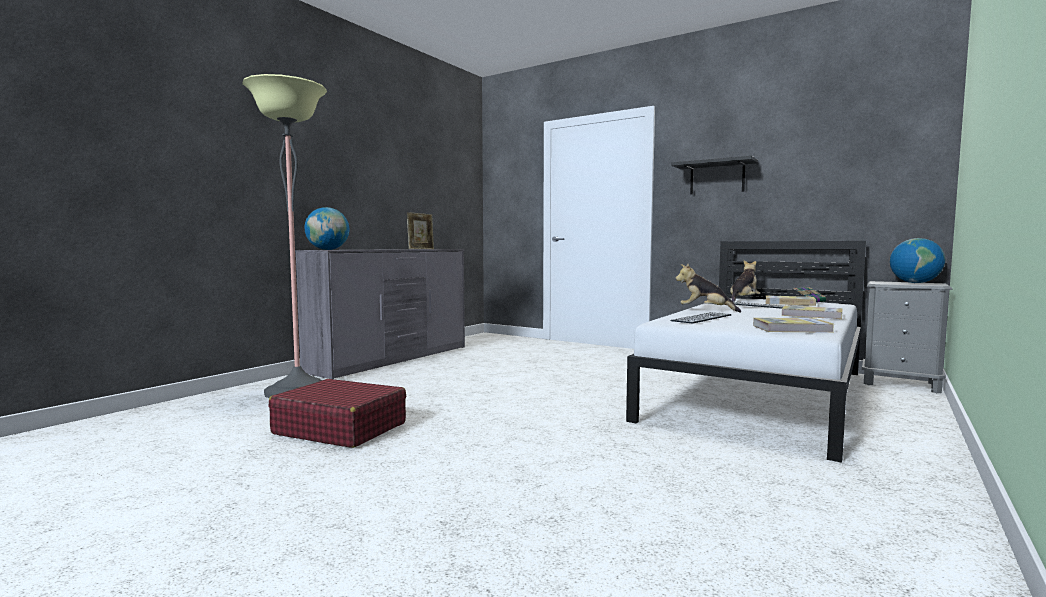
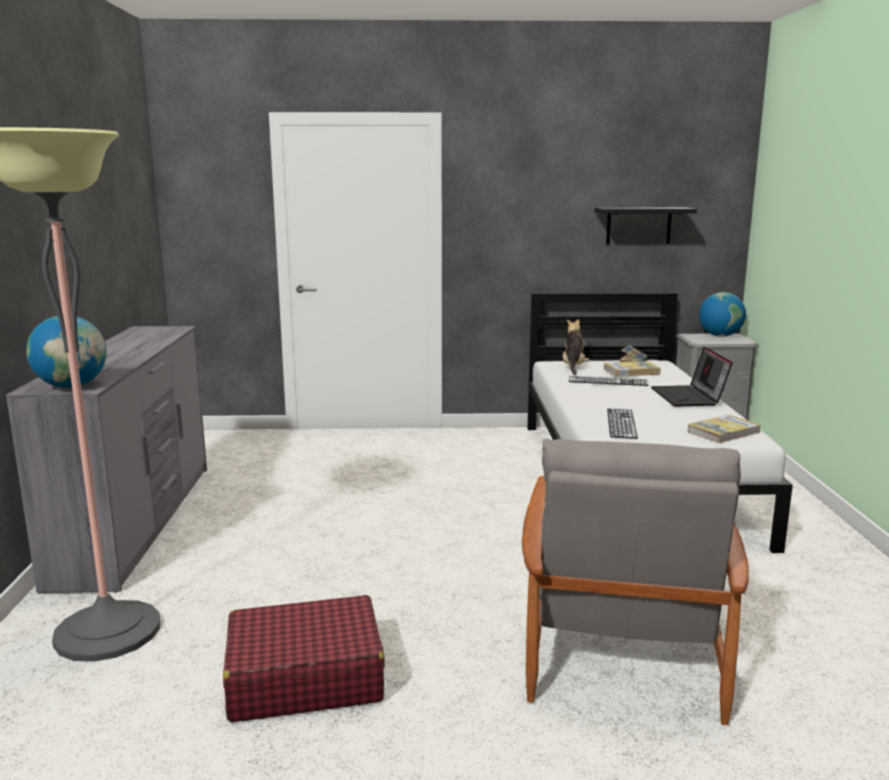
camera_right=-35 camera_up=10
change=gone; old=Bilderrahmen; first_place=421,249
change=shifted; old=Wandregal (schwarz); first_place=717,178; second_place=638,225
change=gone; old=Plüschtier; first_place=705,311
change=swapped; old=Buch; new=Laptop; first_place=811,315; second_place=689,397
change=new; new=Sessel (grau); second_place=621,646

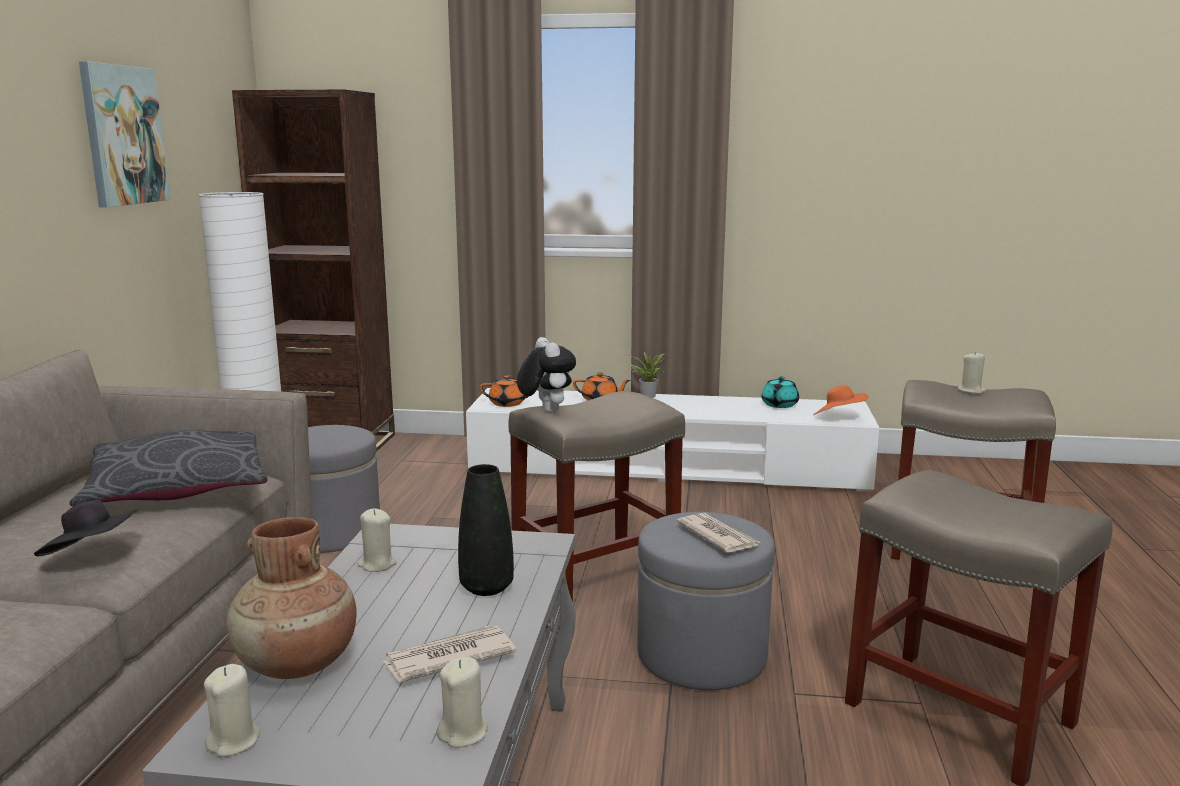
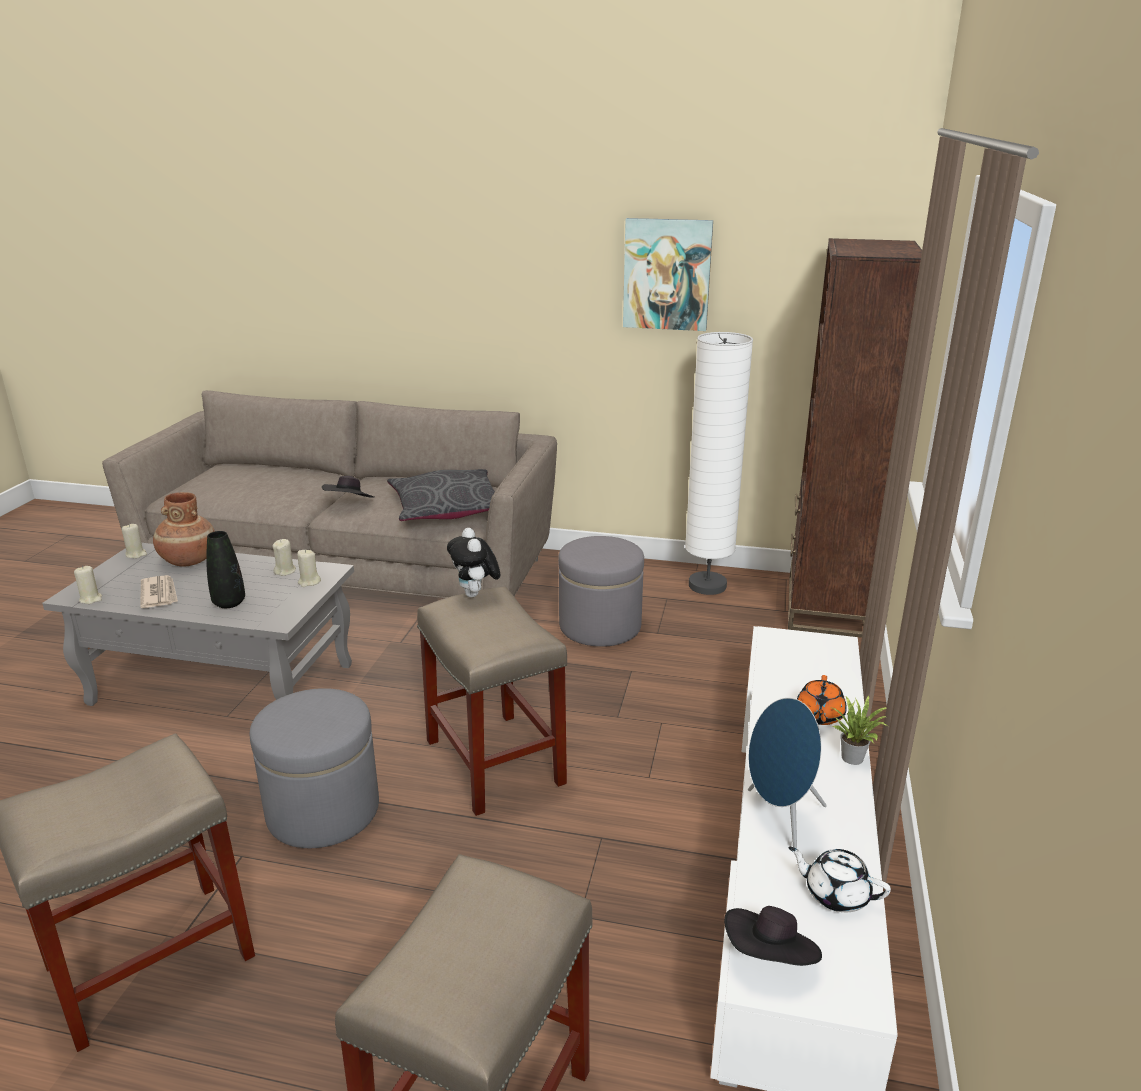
camera_right=95 camera_up=10
change=gone; old=Teekanne (orange); first_place=508,403
change=rotated; old=Plüschtier; first_place=545,411; second_place=475,595; degrees=90
change=gone; old=Zeitung; first_place=717,536
change=repainted; old=Teekanne (türkis); new=Teekanne (weiß); first_place=779,405; second_place=835,894
change=repainted; old=Hut (orange); new=Hut (schwarz); first_place=839,417; second_place=770,957
change=shifted; old=Kerze (beige); first_place=971,390; second_place=309,582
change=new; new=Lautsprecher (blau); second_place=780,818

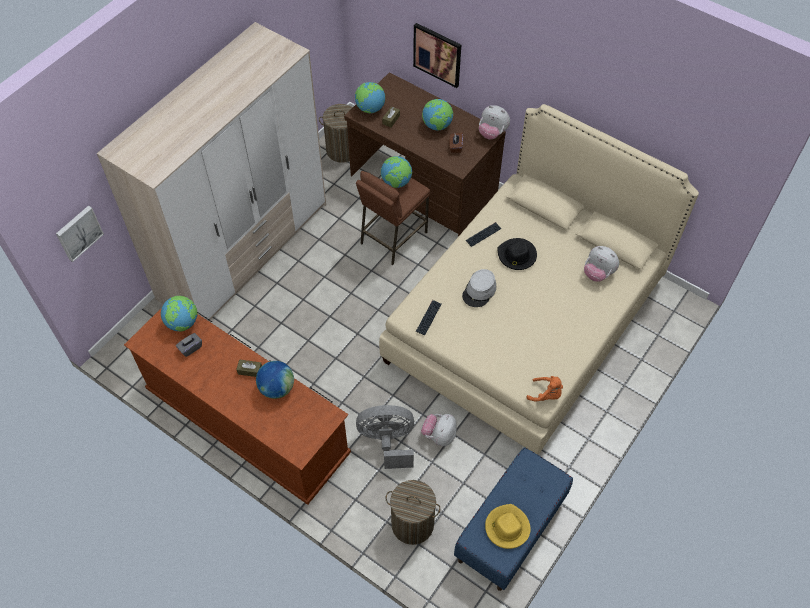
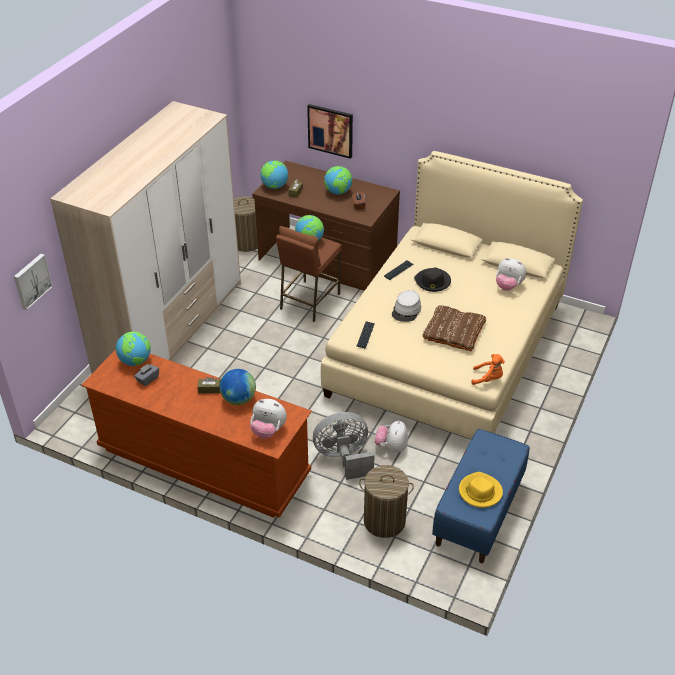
camera_right=-10 camera_up=-15
change=shifted; old=Plüschtier; first_place=492,133; second_place=268,430
change=new; new=Kissen (braun); second_place=454,332

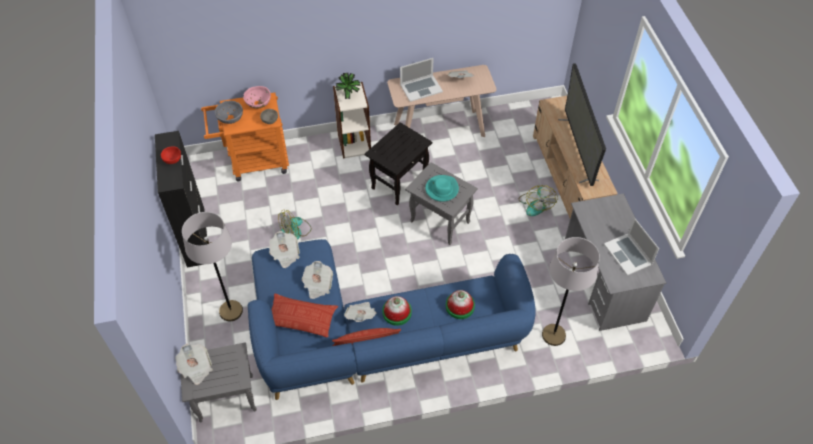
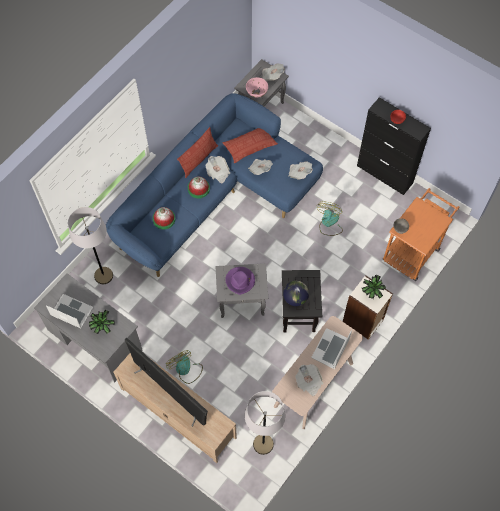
camera_right=140 camera_up=10
change=shifted; old=Stehlampe (grau); first_place=231,311; second_place=263,444
change=gone; old=Schüssel (grau); first_place=231,119
change=shifted; old=Schüssel (rosa); first_place=258,104; second_place=257,92
change=repainted; old=Hut (türkis); new=Hut (lila); first_place=441,189; second_place=240,281
change=new; new=Topfpflanze; second_place=102,327
change=new; new=Globus; second_place=295,298

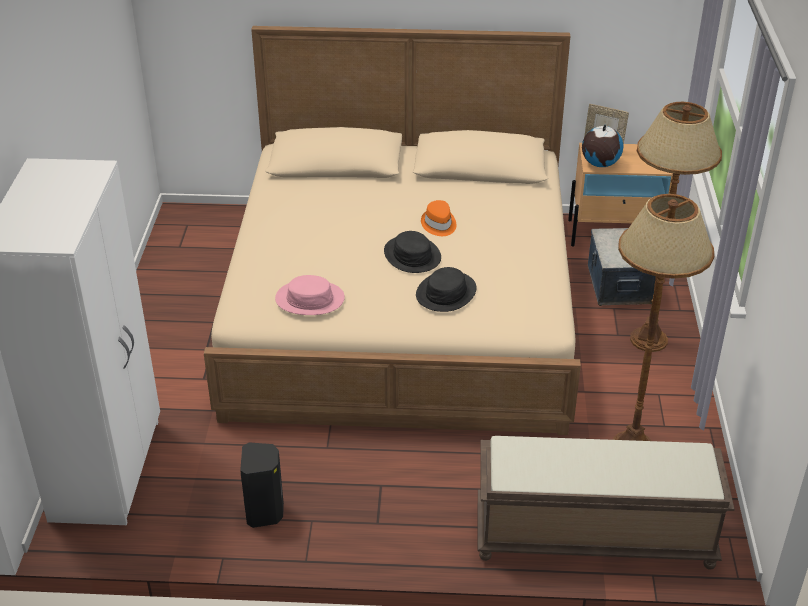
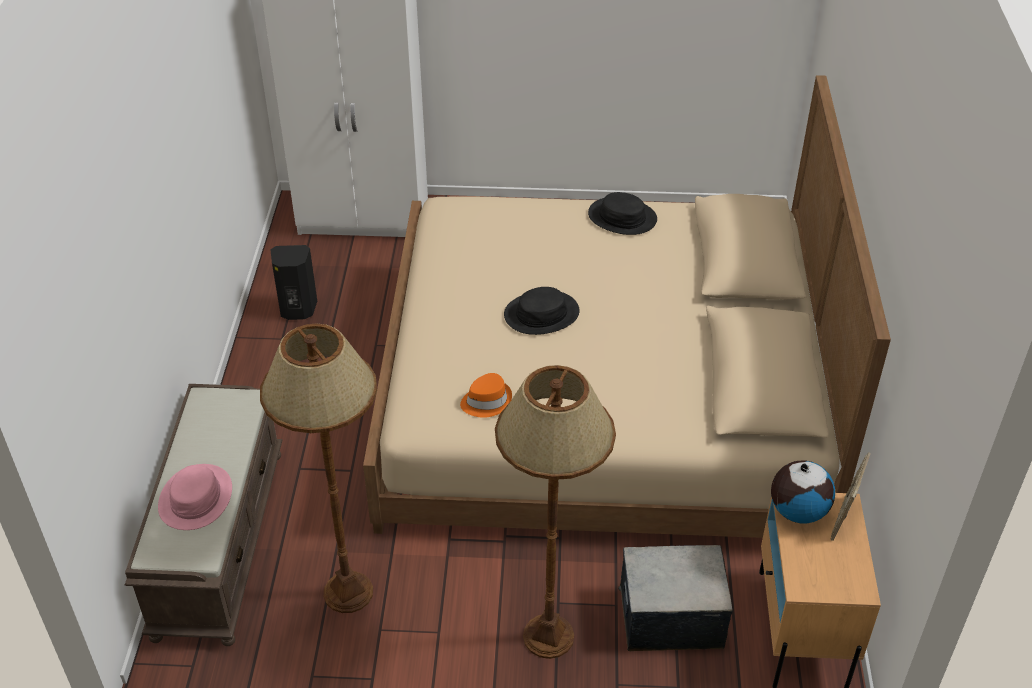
camera_right=90 camera_up=5
change=shifted; old=Hut (rosa); first_place=310,299; second_place=196,498
change=shifted; old=Hut (schwarz); first_place=446,293; second_place=622,217
change=shifted; old=Hut (orange); first_place=438,224; second_place=486,401

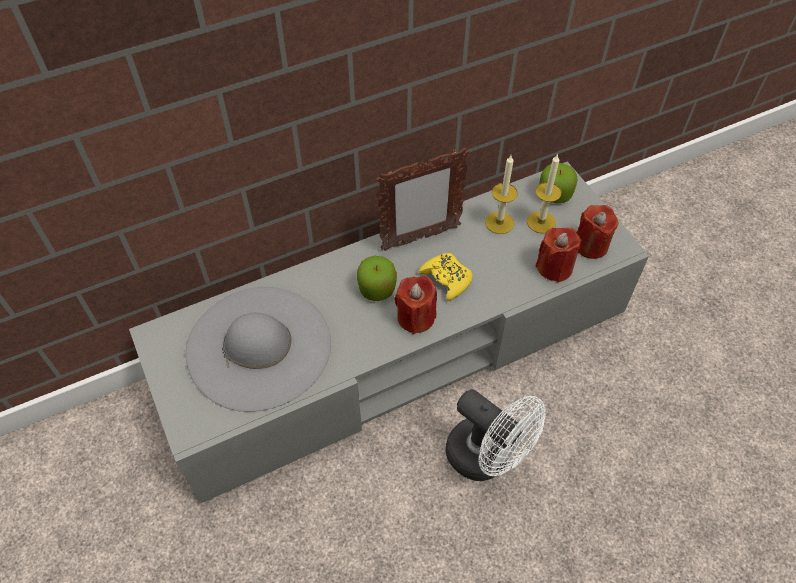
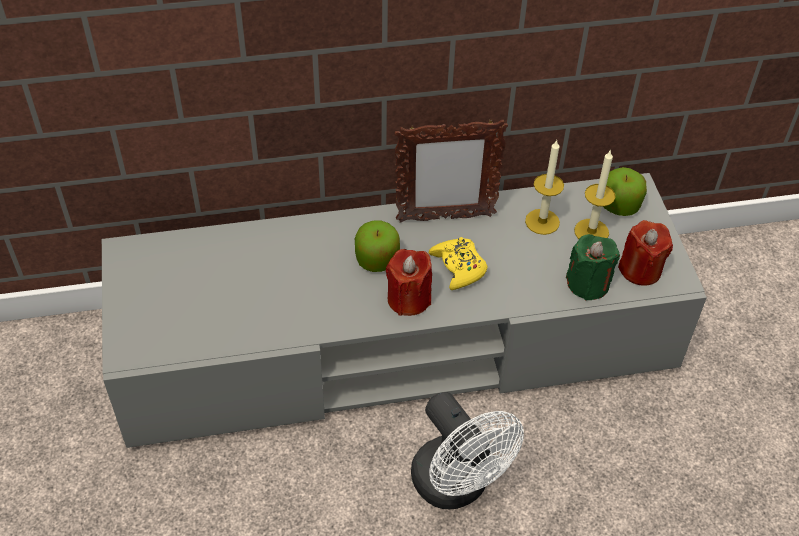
camera_right=15 camera_up=-5
change=gone; old=Hut (grau); first_place=259,346
change=repainted; old=Kerze (rot); new=Kerze (grün); first_place=554,267; second_place=588,283

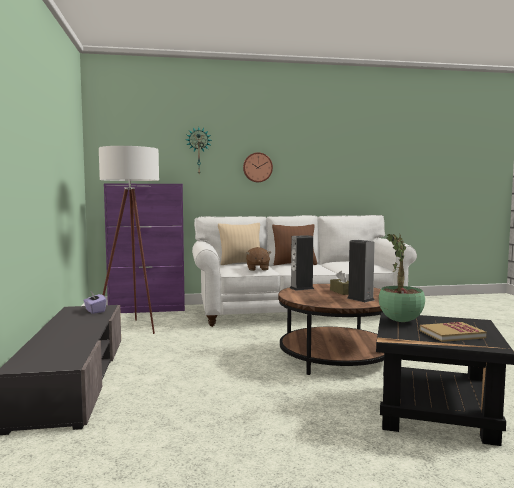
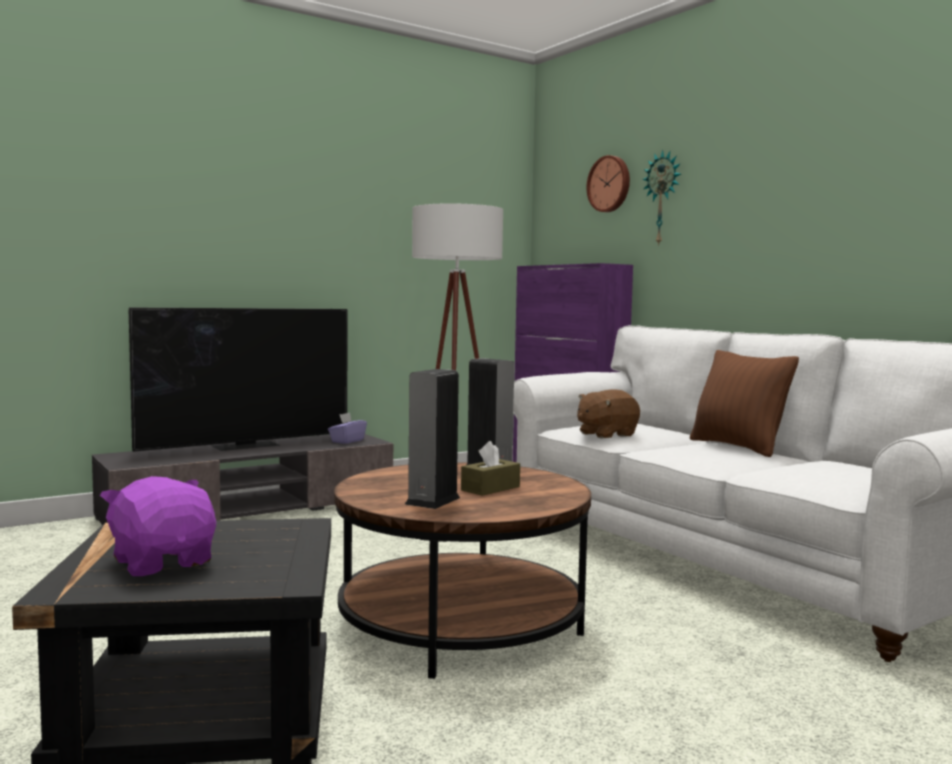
camera_right=65 camera_up=0
change=gone; old=Kissen (beige); first_place=241,263
change=shifted; old=Wanduhr; first_place=257,167; second_place=610,184
change=gone; old=Topfpflanze; first_place=401,321
change=swapped; old=Buch; new=Plüschtier (lila); first_place=452,334; second_place=163,562
change=new; new=Fernseher; second_place=247,445

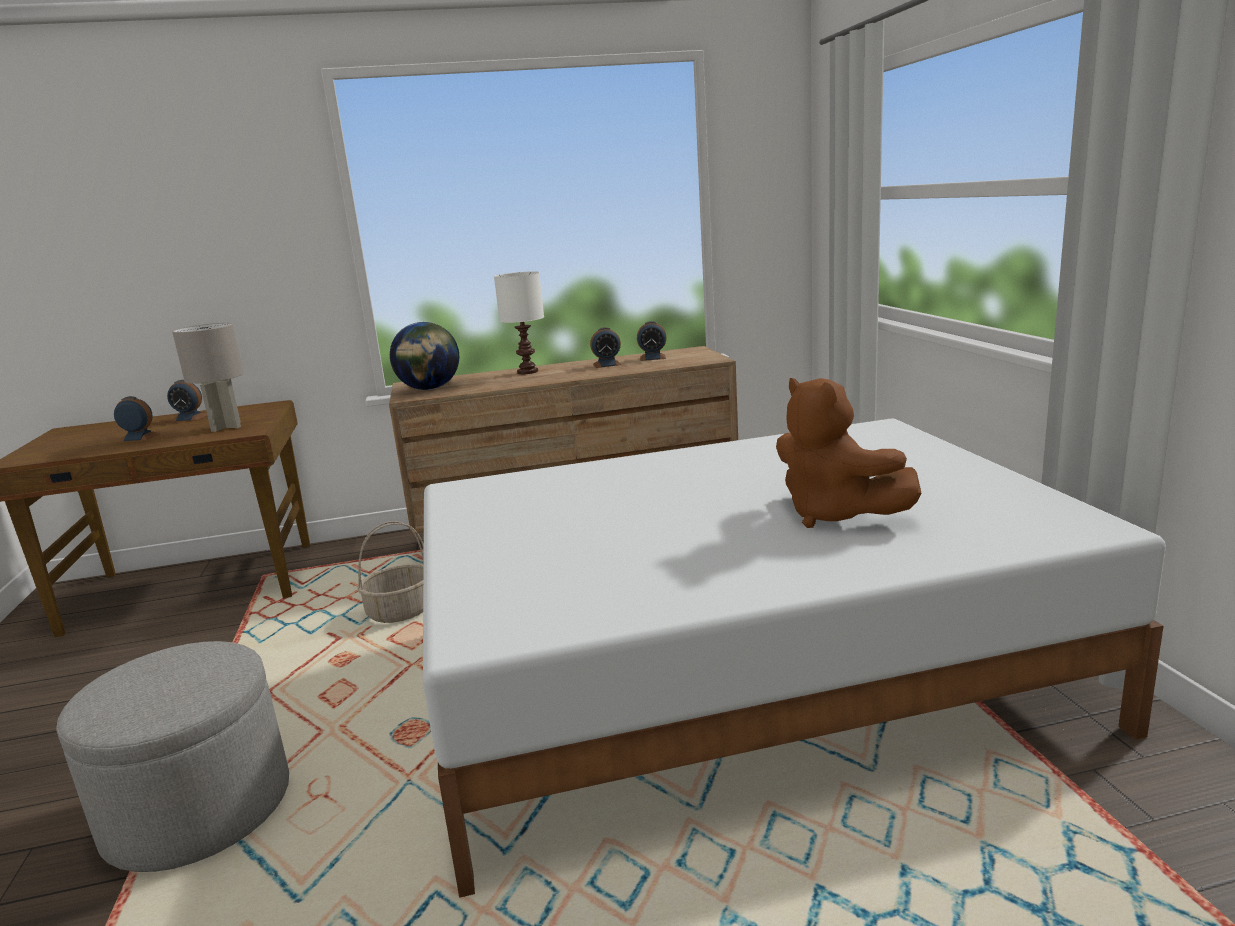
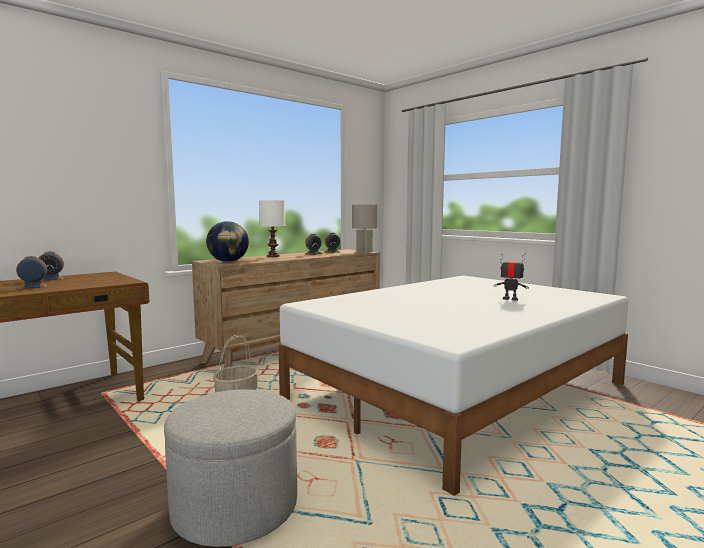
camera_right=-30 camera_up=-10
change=shifted; old=Tischlampe (grau); first_place=226,427; second_place=364,252
change=swapped; old=Plüschtier (braun); new=Spielzeugroboter; first_place=835,515; second_place=510,299

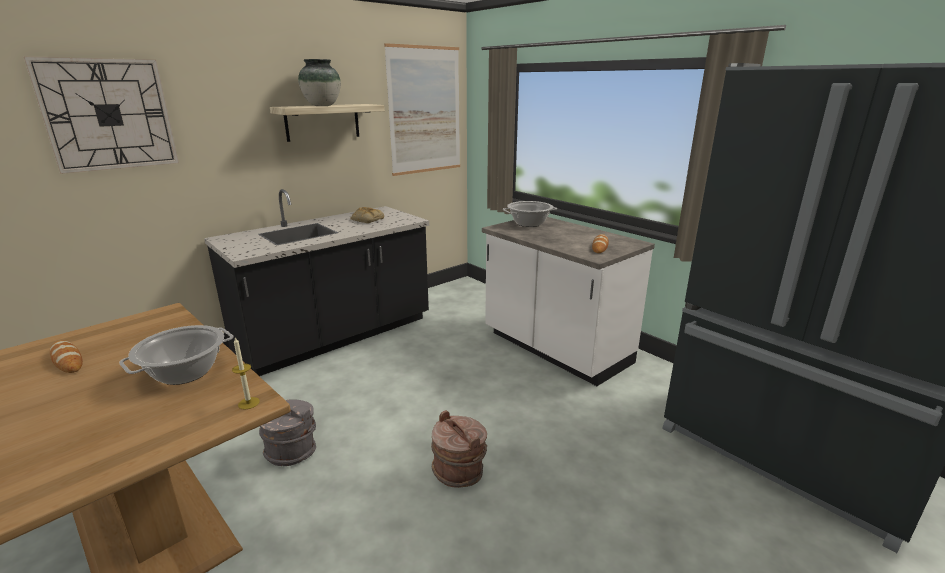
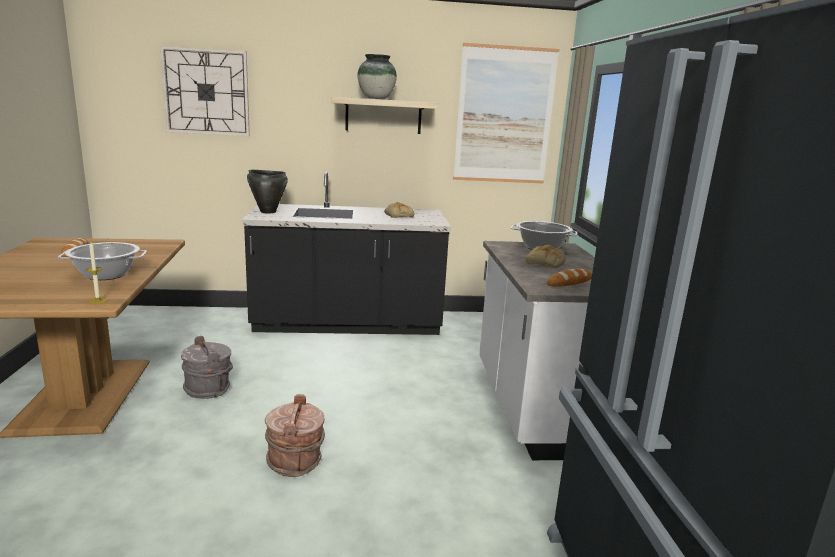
camera_right=35 camera_up=-5
change=new; new=Kochtopf (schwarz); second_place=267,212
change=new; new=Brot; second_place=545,263

